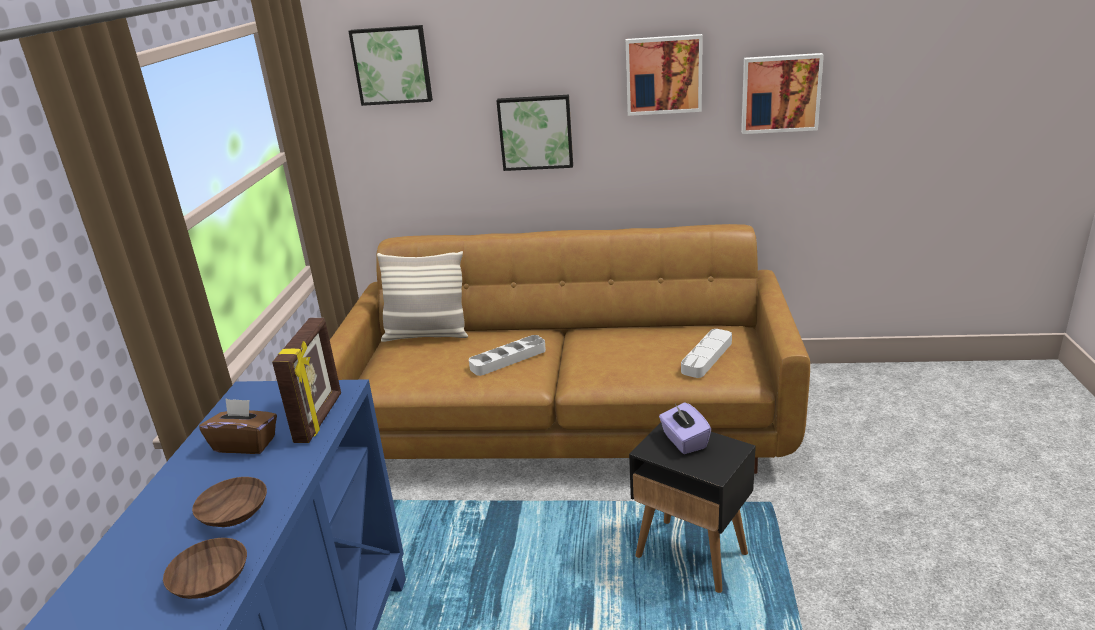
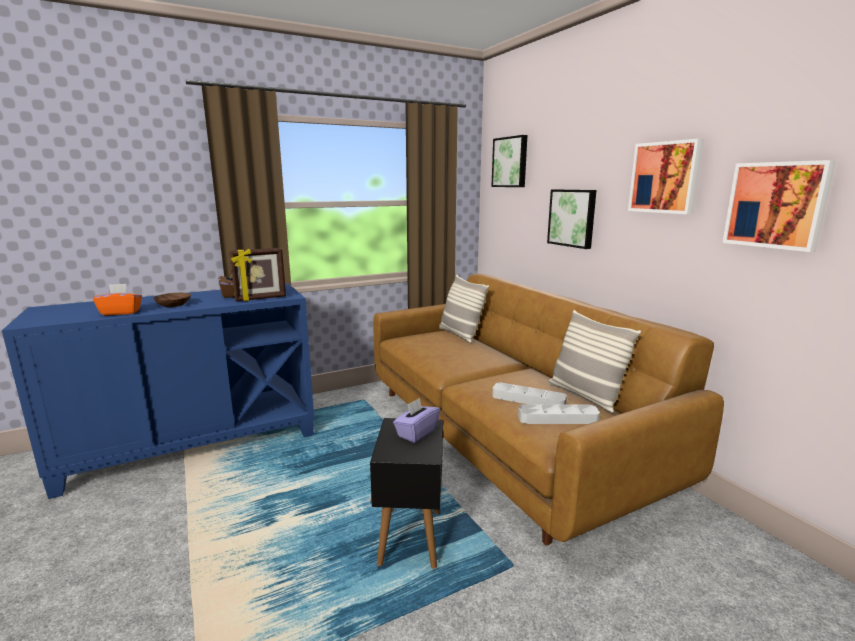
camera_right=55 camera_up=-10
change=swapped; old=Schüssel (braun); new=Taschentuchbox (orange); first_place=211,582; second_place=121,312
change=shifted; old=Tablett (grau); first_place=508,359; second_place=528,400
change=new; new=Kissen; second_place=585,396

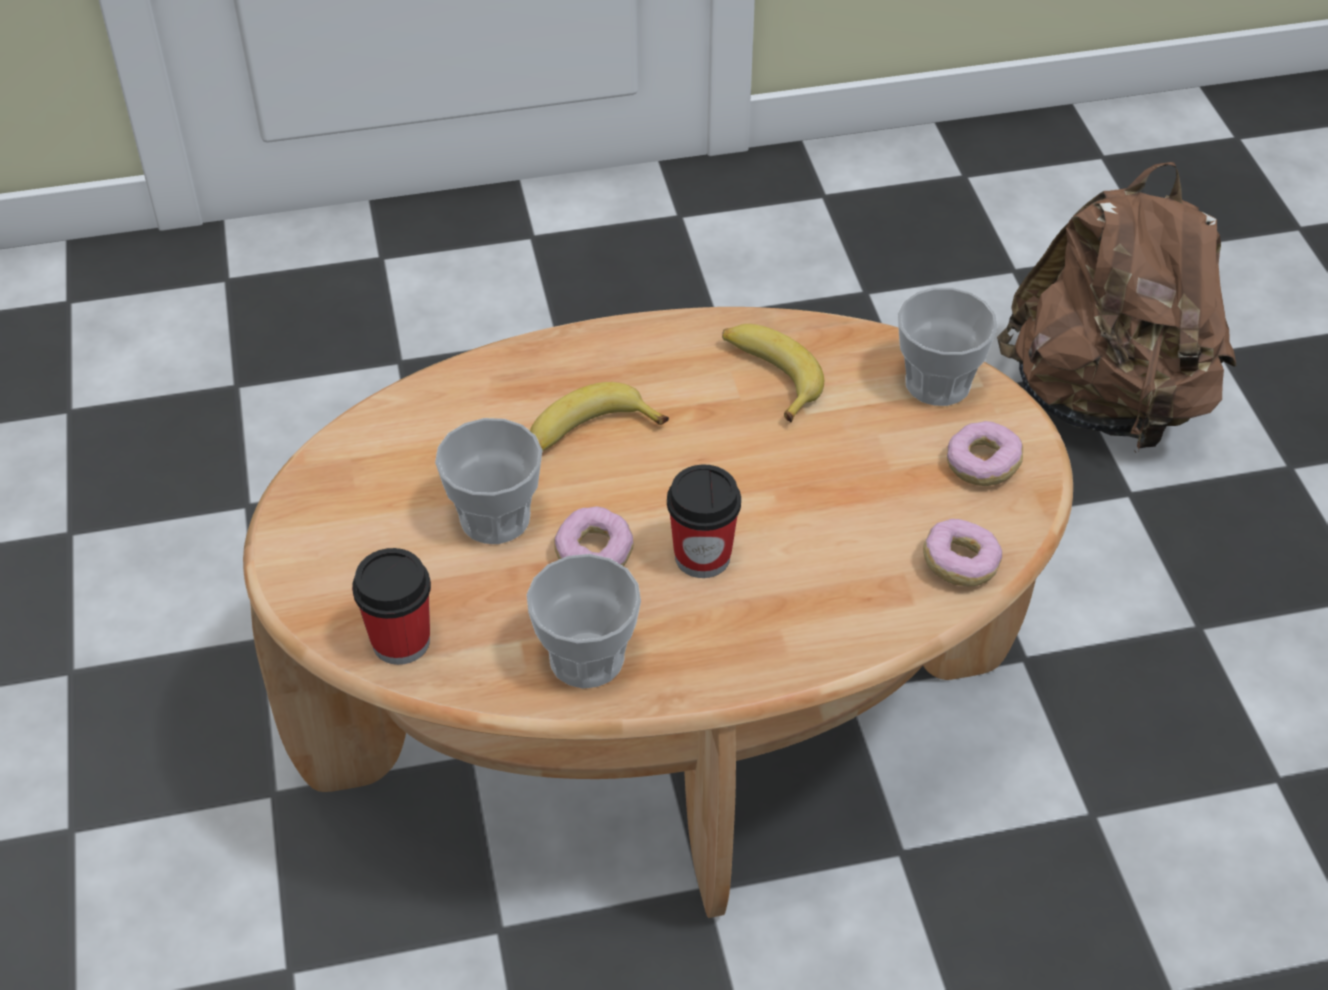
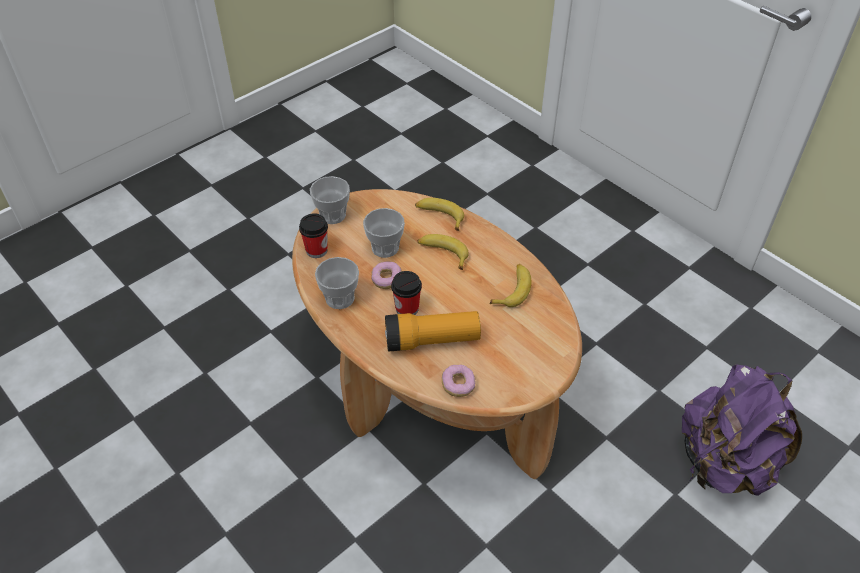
camera_right=60 camera_up=0
change=shifted; old=Tasse; first_place=937,383; second_place=332,215
change=gone; old=Donut; first_place=982,465
change=repainted; old=Rucksack (braun); new=Rucksack (lila); first_place=1106,401; second_place=724,463
change=new; new=Taschenlampe; second_place=432,340
change=new; new=Banane; second_place=439,216

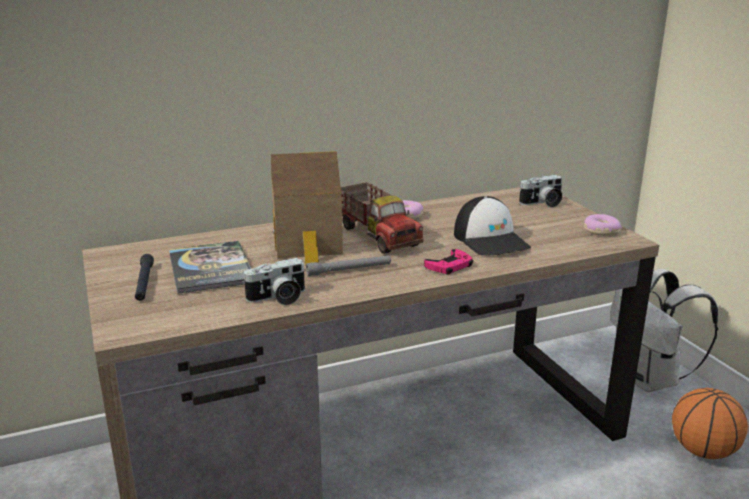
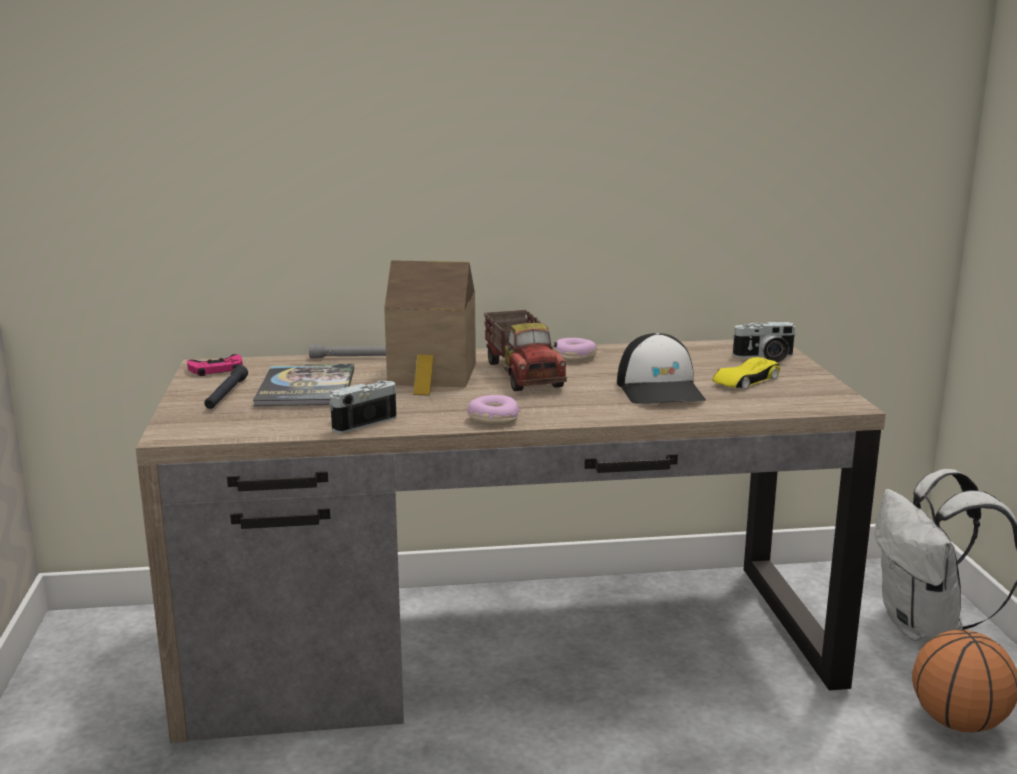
camera_right=15 camera_up=-5
change=rotated; old=Kamera; first_place=278,298; second_place=359,421; degrees=150
change=shifted; old=Taschenlampe (grau); first_place=349,270; second_place=356,357
change=shifted; old=Gamepad (rosa); first_place=449,266; second_place=216,370
change=shifted; old=Donut; first_place=600,231; second_place=493,419
change=new; new=Spielzeugauto (gelb); second_place=745,381

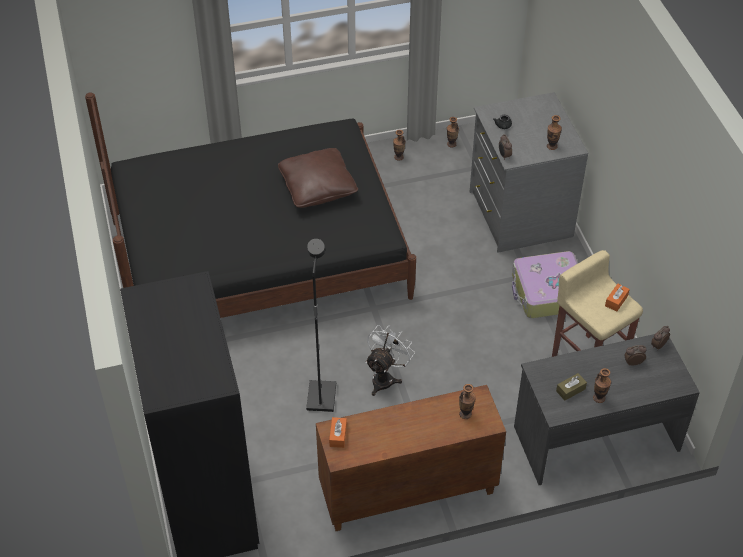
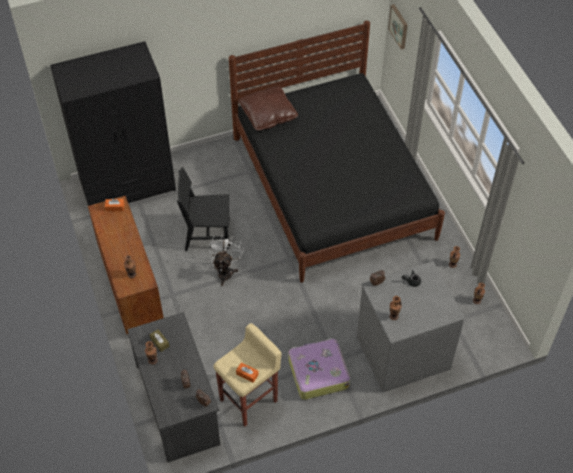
camera_right=85 camera_up=5
change=shifted; old=Kissen (braun); first_place=318,187; second_place=268,115
change=swapped; old=Stehlampe (schwarz); new=Stuhl (schwarz); first_place=320,397; second_place=207,235
change=rotated; old=Ventilator (weiß); first_place=385,377; second_place=226,270; degrees=-105
change=new; new=Bild; second_place=399,26

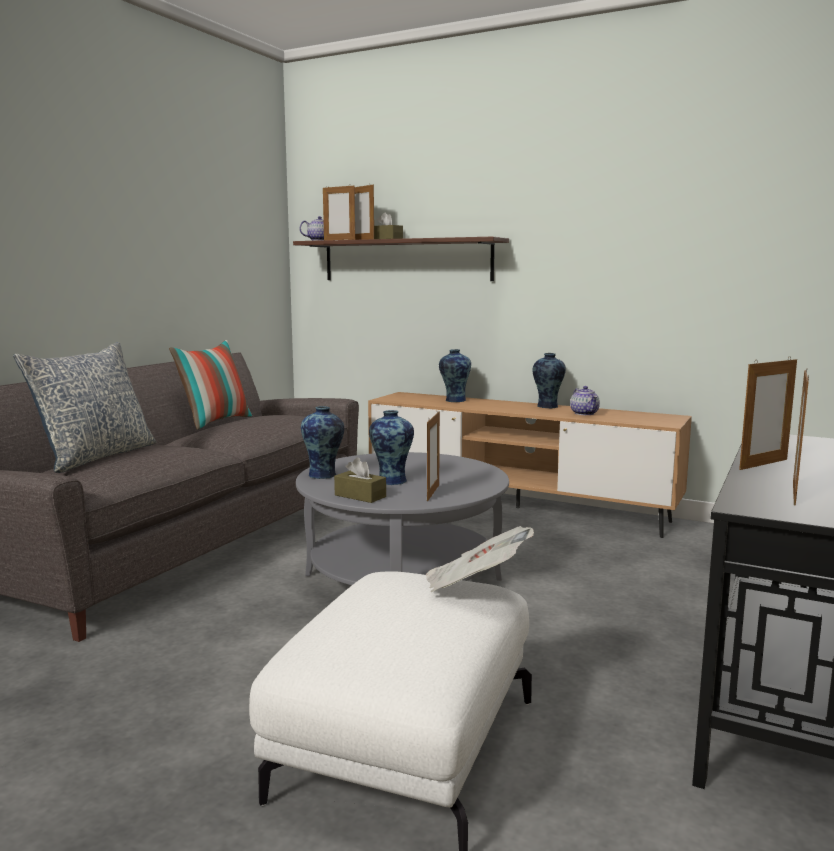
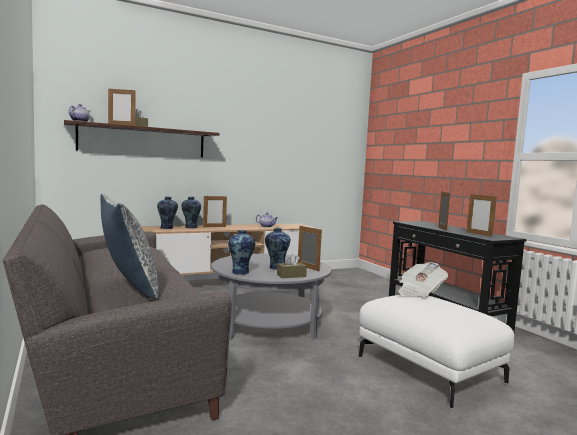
camera_right=-55 camera_up=-5
change=gone; old=Kissen; first_place=215,422
change=shifted; old=Bilderrahmen; first_place=339,239; second_place=214,227
change=shifted; old=Vase; first_place=547,406; second_place=167,228

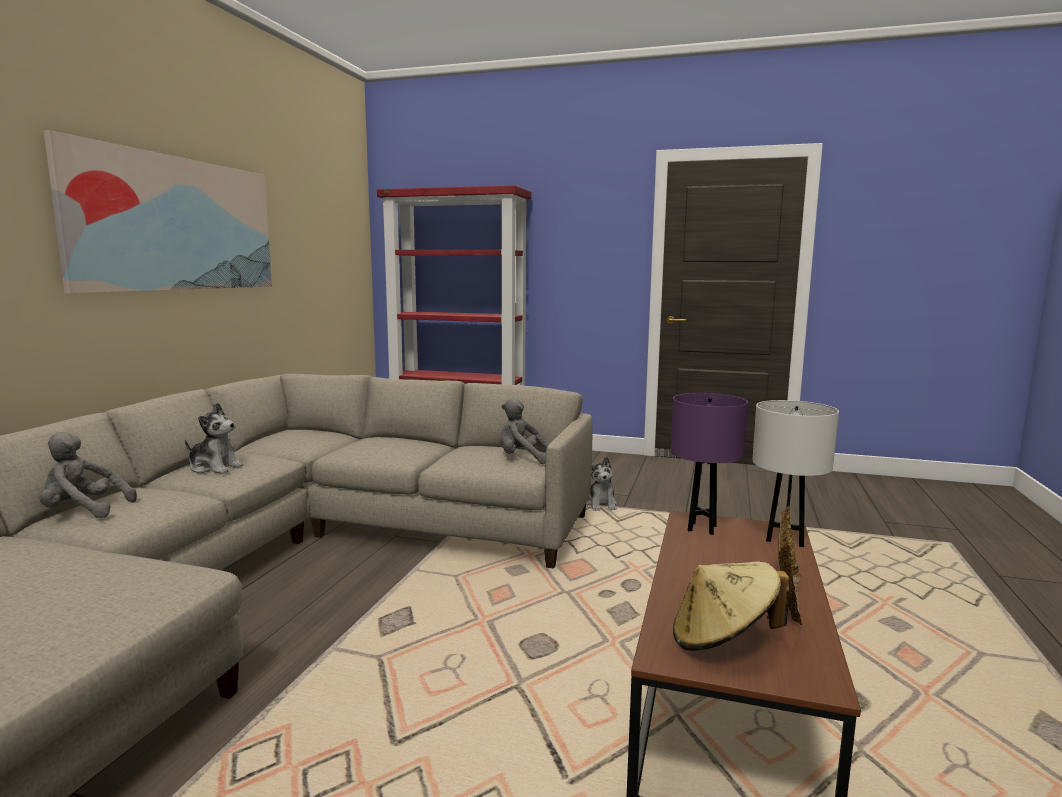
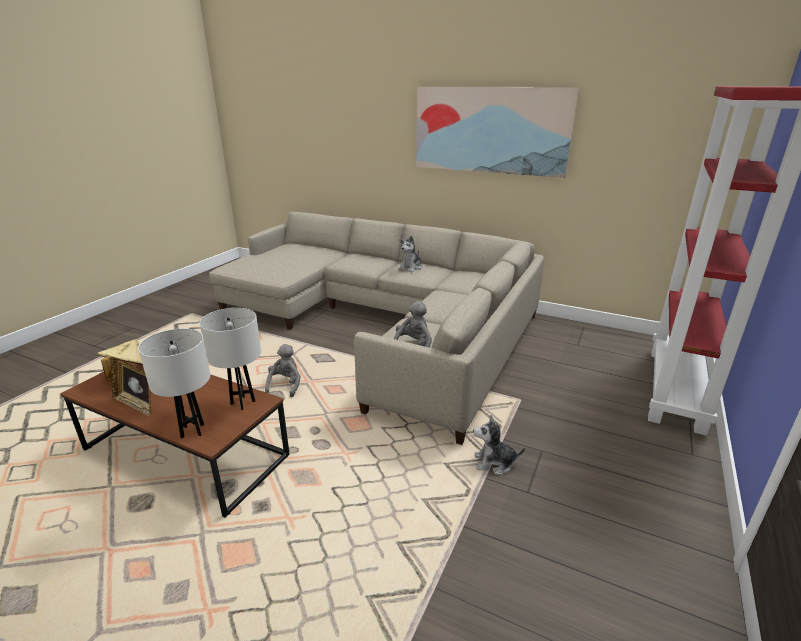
camera_right=100 camera_up=15
change=shifted; old=Plüschtier (grau); first_place=83,511; second_place=285,385
change=repainted; old=Tischlampe (lila); new=Tischlampe (weiß); first_place=702,528; second_place=242,402

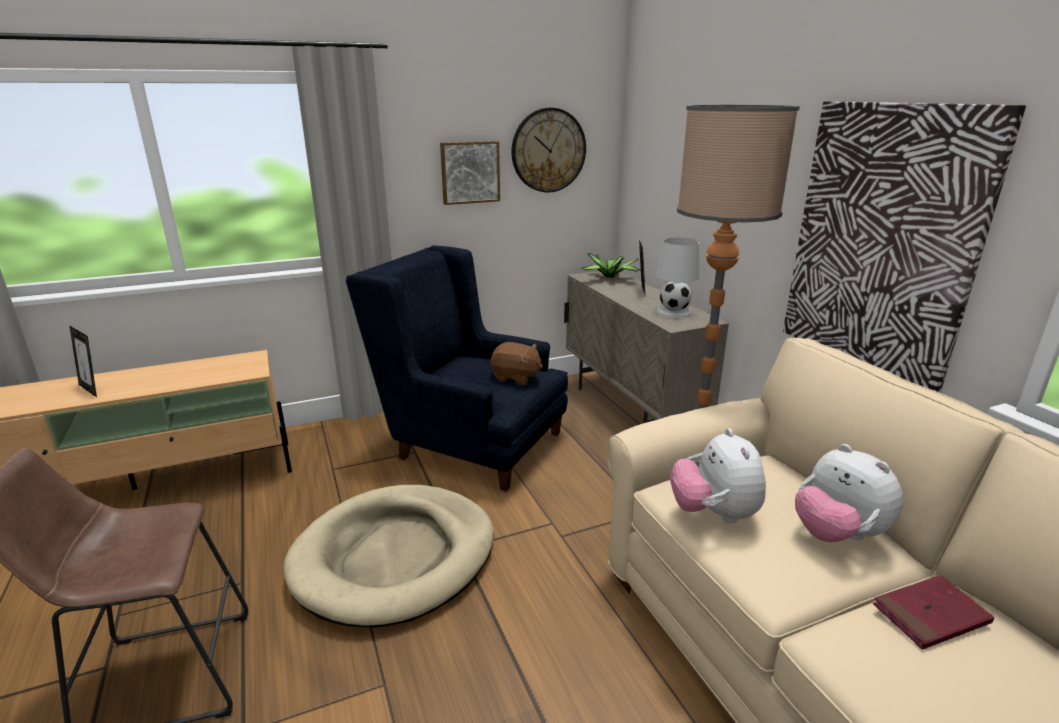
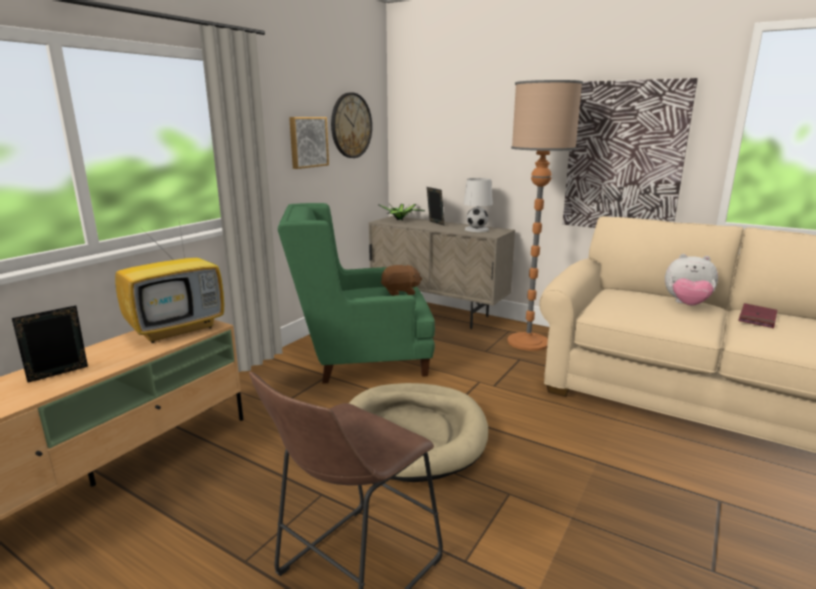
camera_right=-35 camera_up=-5
change=rotated; old=Bilderrahmen; first_place=92,389; second_place=59,375; degrees=135
change=repainted; old=Sessel (blau); new=Sessel (grün); first_place=469,442; second_place=359,358
change=gone; old=Plüschtier; first_place=714,513
change=new; new=Fernseher; second_place=178,329

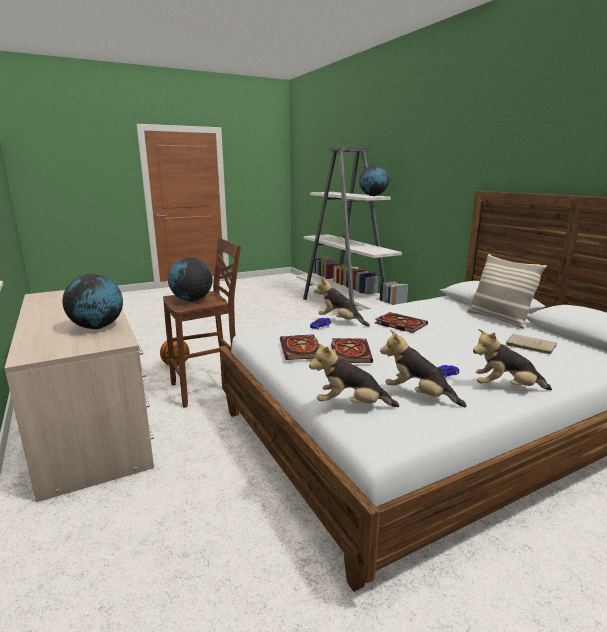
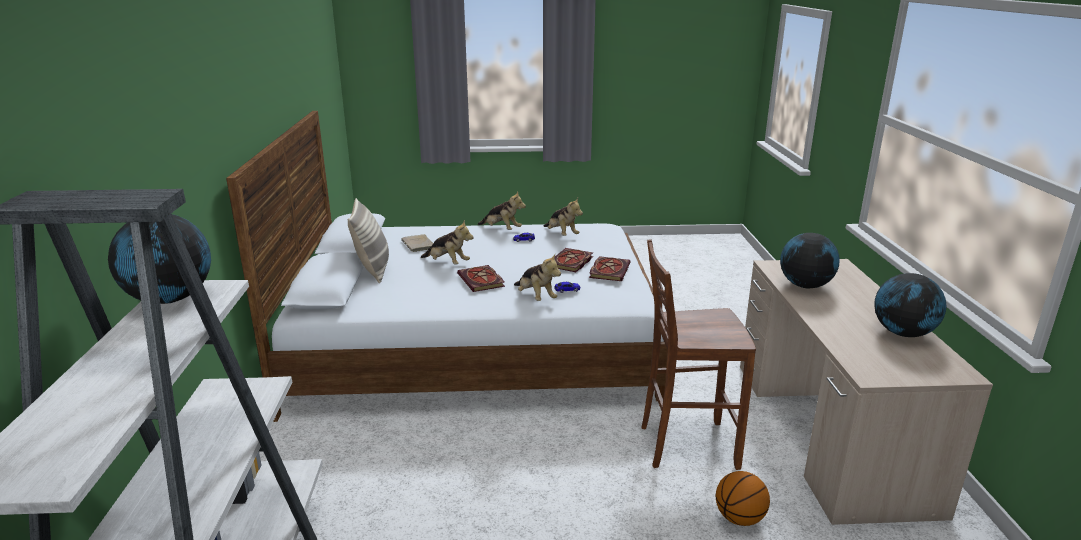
camera_right=-155 camera_up=5
change=shifted; old=Globus; first_place=192,300; second_place=903,333
change=shifted; old=Plüschtier; first_place=351,405; second_place=447,263

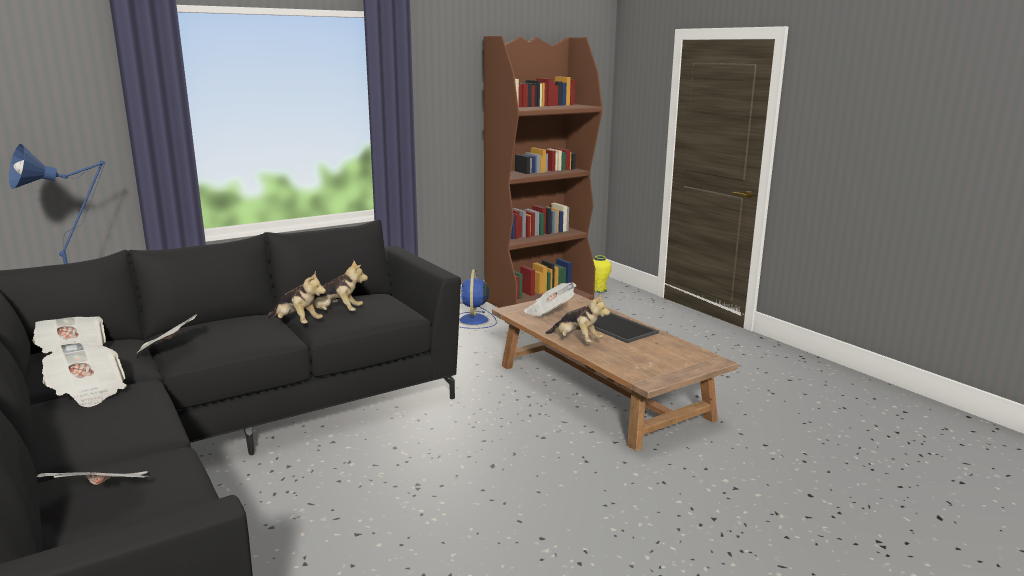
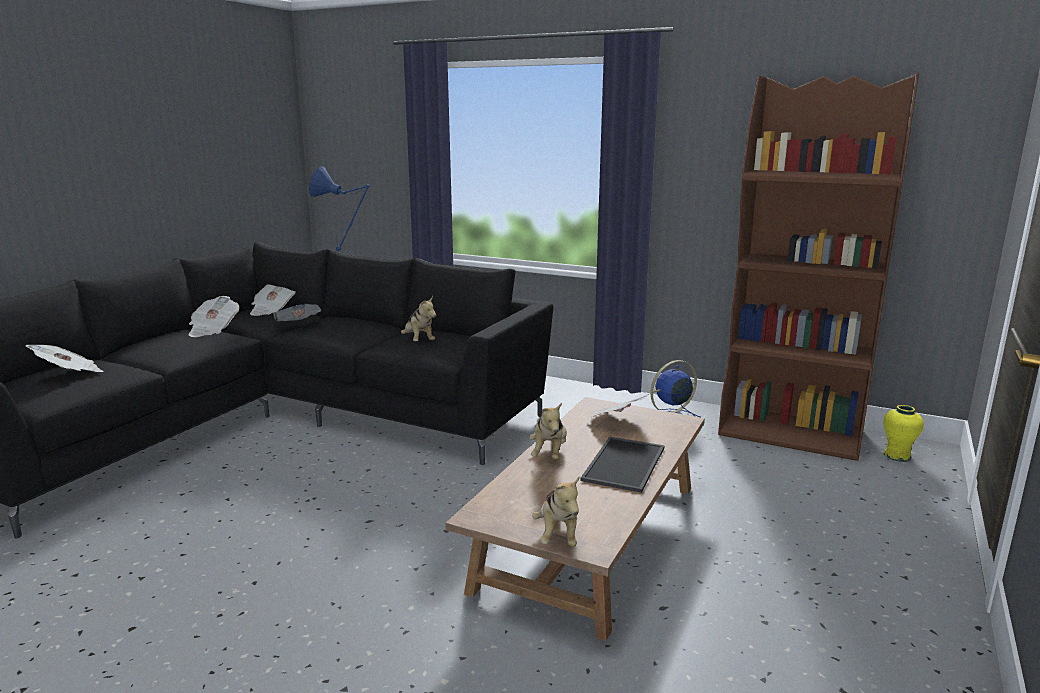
camera_right=60 camera_up=0
change=shifted; old=Plüschtier; first_place=297,323; second_place=558,535

